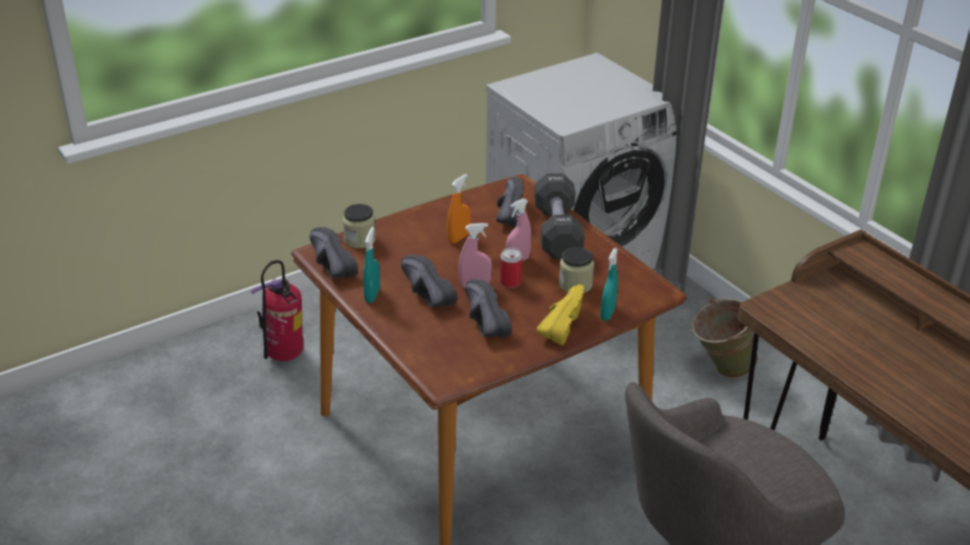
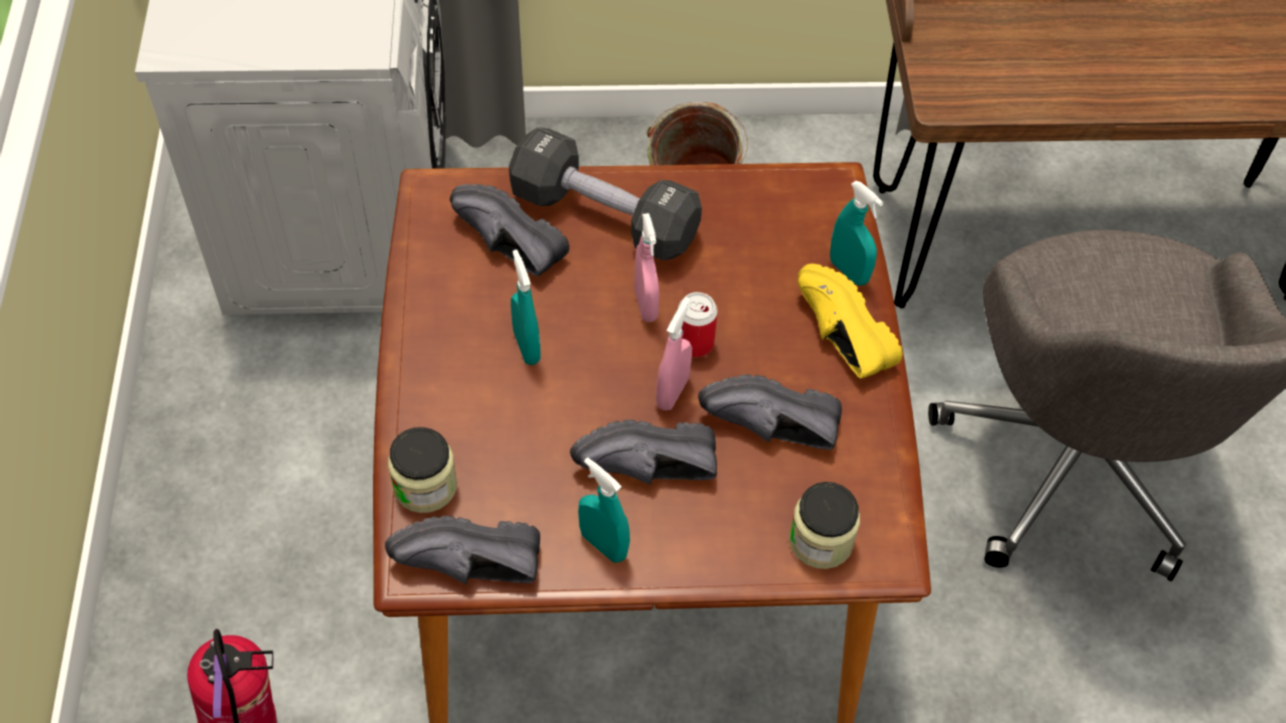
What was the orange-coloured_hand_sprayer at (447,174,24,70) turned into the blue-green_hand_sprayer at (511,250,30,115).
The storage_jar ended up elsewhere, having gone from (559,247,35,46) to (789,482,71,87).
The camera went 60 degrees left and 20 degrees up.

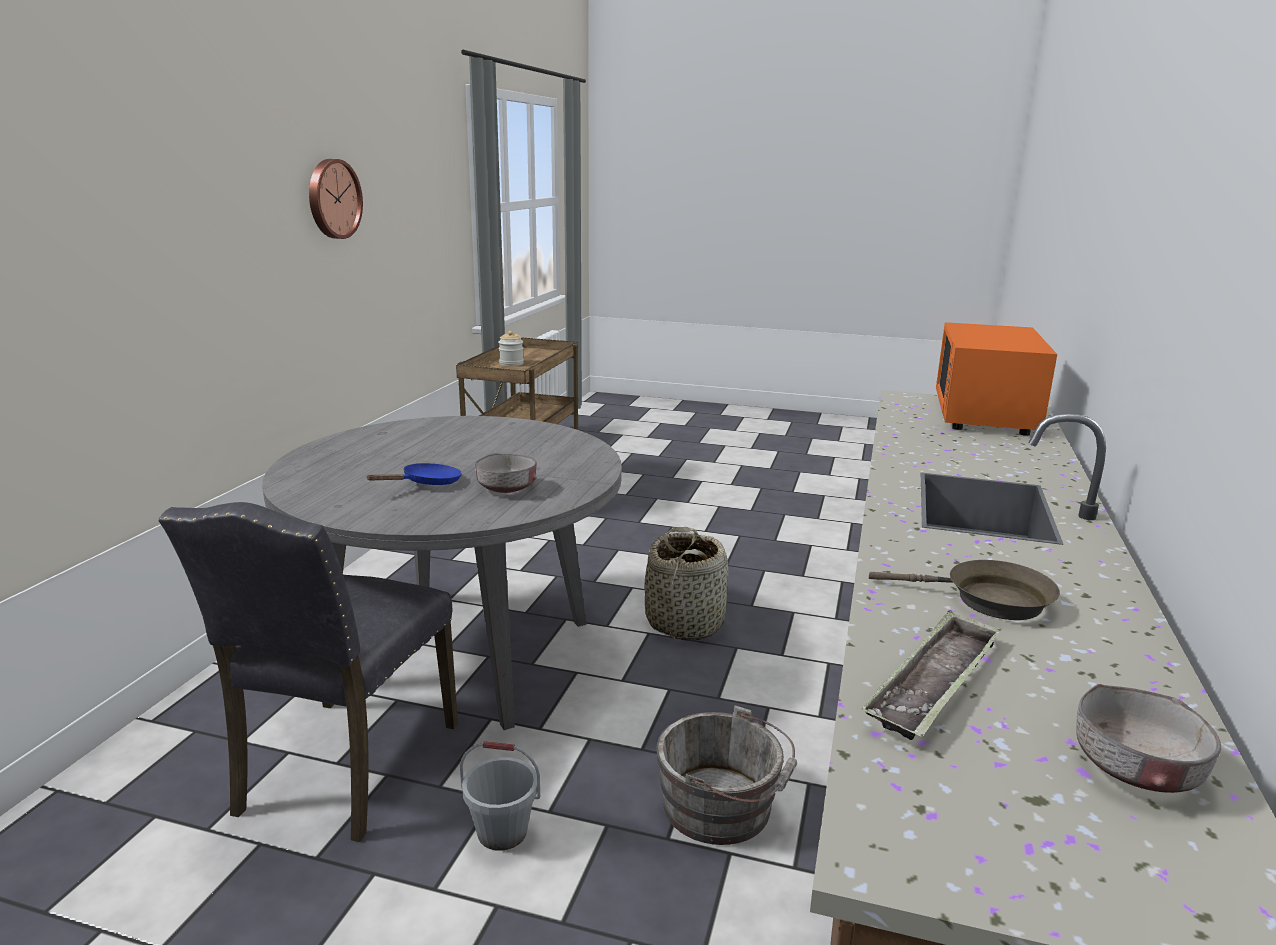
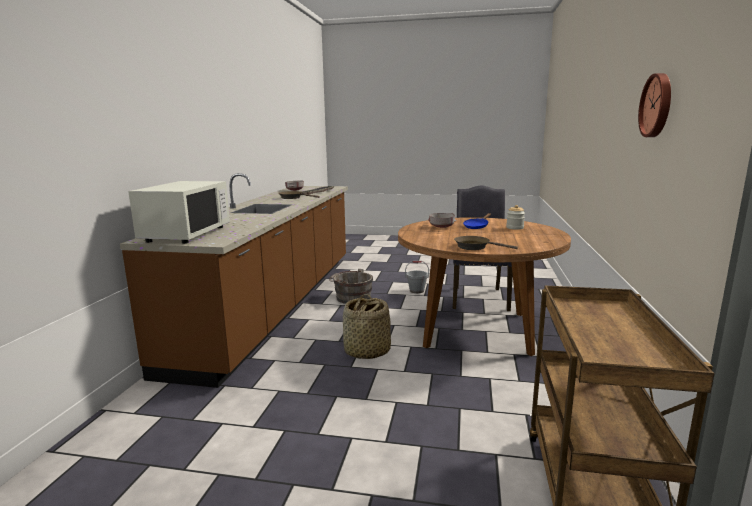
What was the orange-coloured_microwave at (936,322,121,114) turned into the white_microwave at (128,181,102,63).
The storage_jar ended up elsewhere, having gone from (498,331,26,35) to (506,205,19,25).
What was the grey_dining_table at (262,416,360,314) turned into the brown_dining_table at (398,217,173,139).
The second view gained the brown_pan at (454,236,64,14).
The camera went 175 degrees right and 5 degrees down.

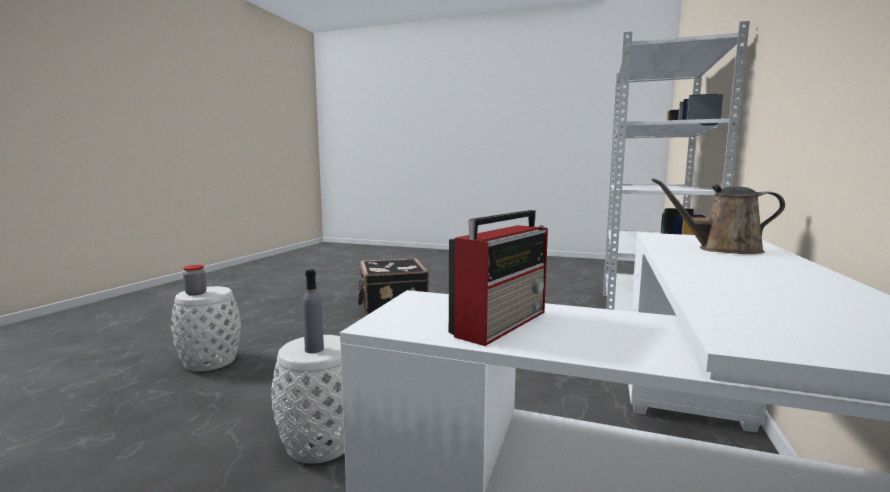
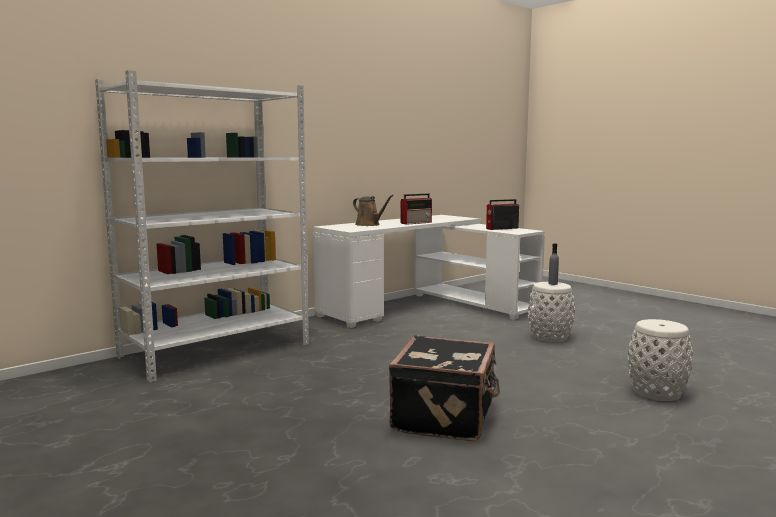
The second view lost the storage_jar at (183,265,24,31).
The second view gained the radio at (401,193,31,32).
The camera went 150 degrees left and 0 degrees up.

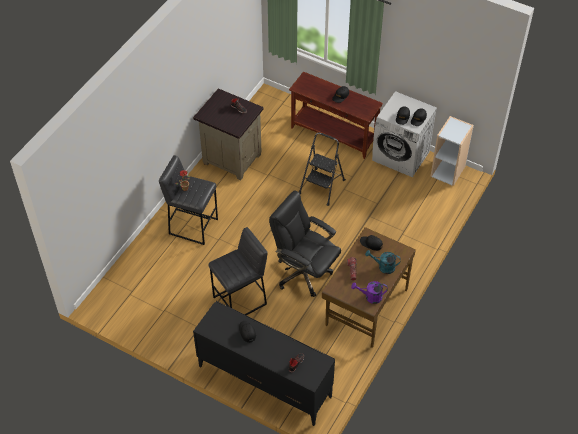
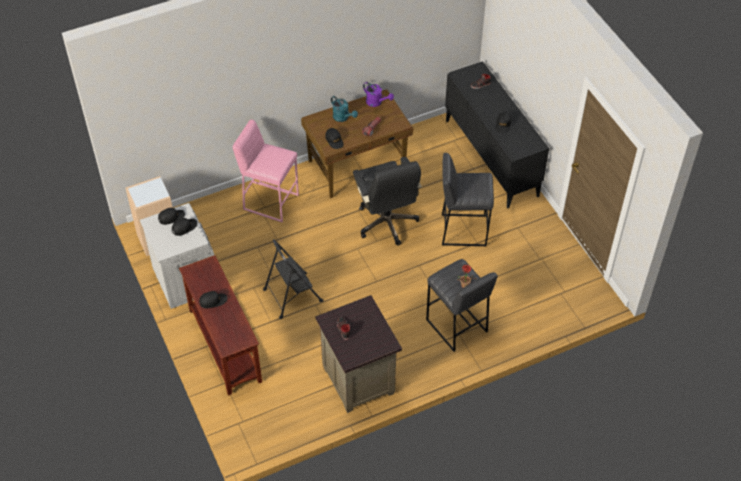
The second view gained the pinkish_stool at (232,119,67,103).
The camera went 145 degrees left and 0 degrees up.

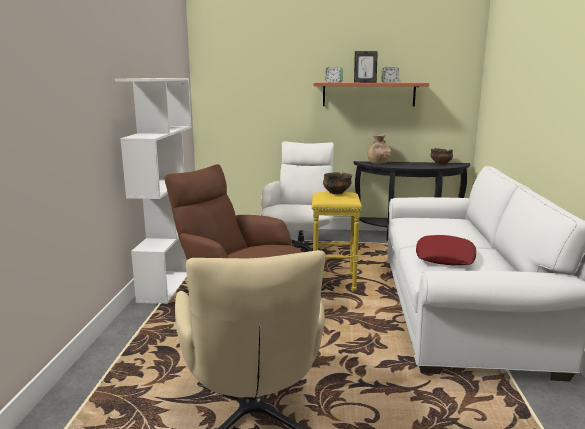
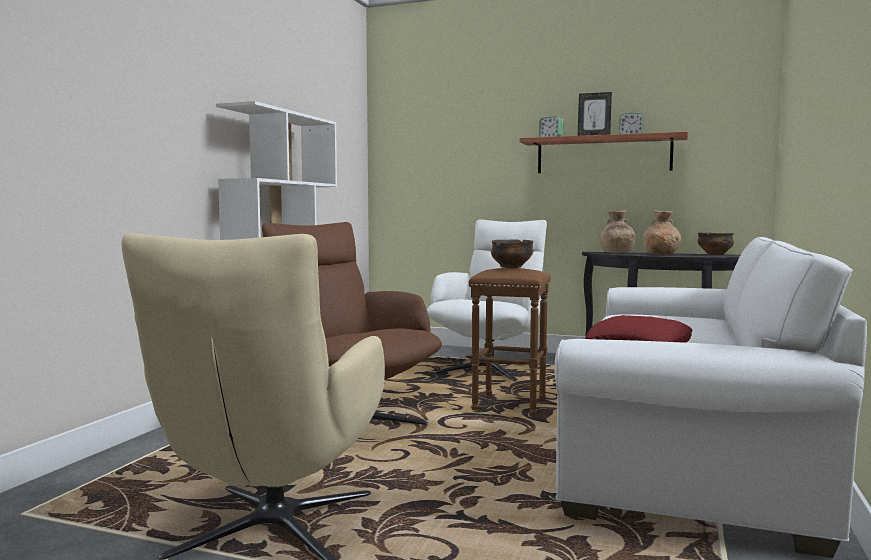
What was the yellowish_stool at (312,192,50,99) turned into the brown_stool at (469,268,82,148).
The second view gained the brown_flower_vase at (642,210,39,45).
The camera went 15 degrees right and 10 degrees down.

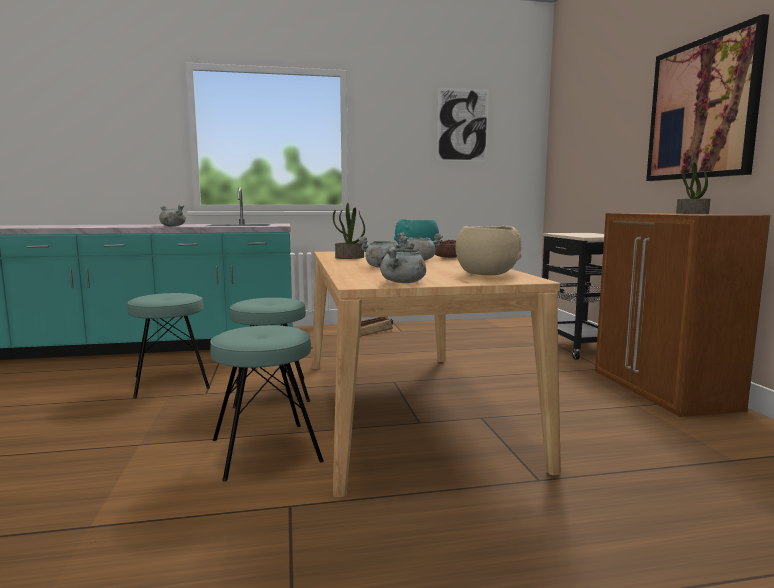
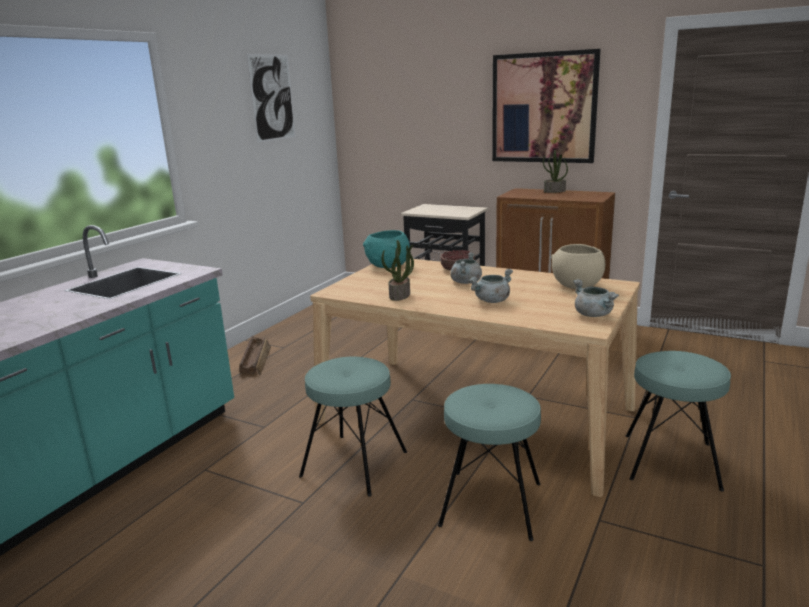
The second view lost the grey_cooking_pot at (159,205,27,21).
The blue-green_stool ended up elsewhere, having gone from (128,293,82,105) to (626,351,105,140).
The camera went 50 degrees left and 10 degrees up.

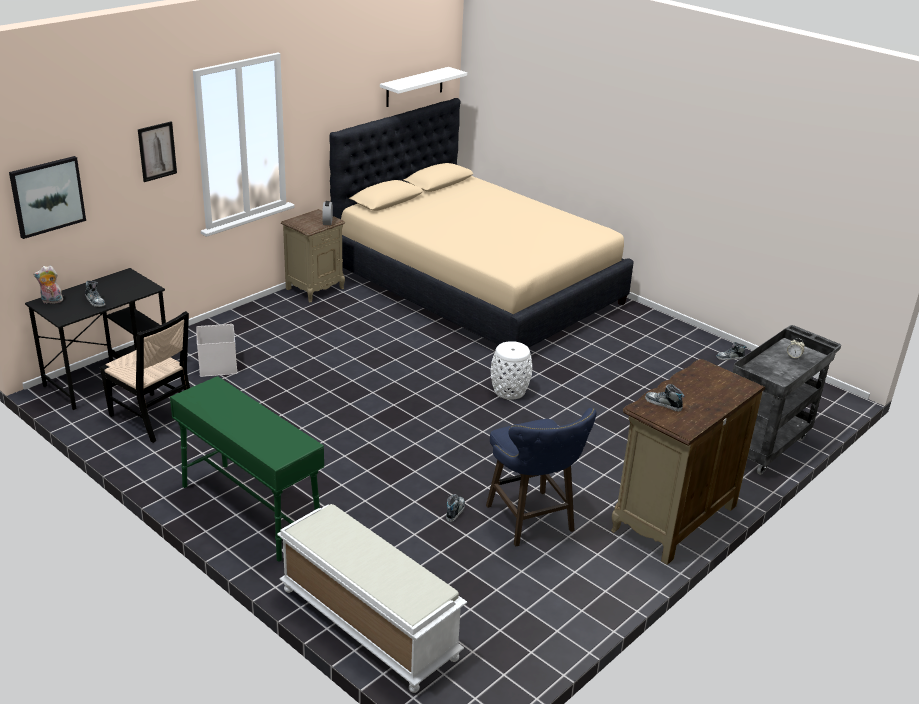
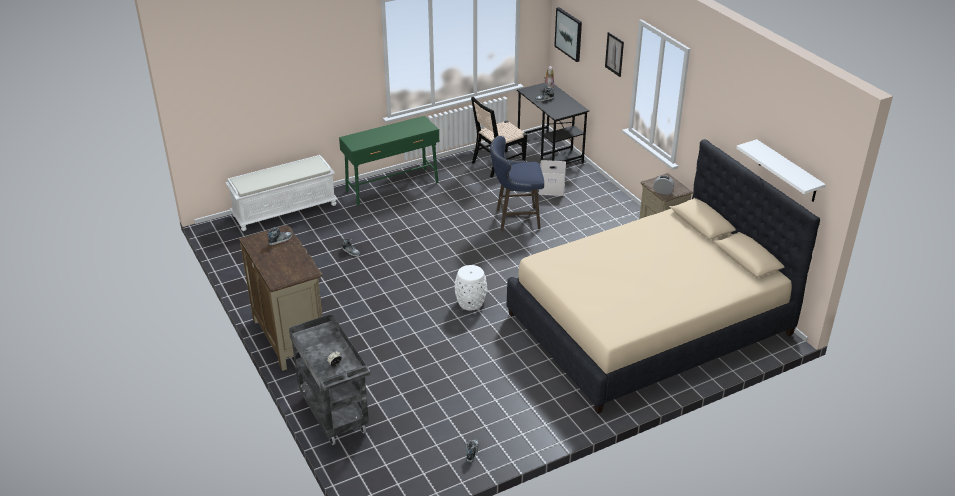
The blue_stool ended up elsewhere, having gone from (486,408,111,139) to (490,136,54,95).
The camera went 110 degrees right and 5 degrees up.

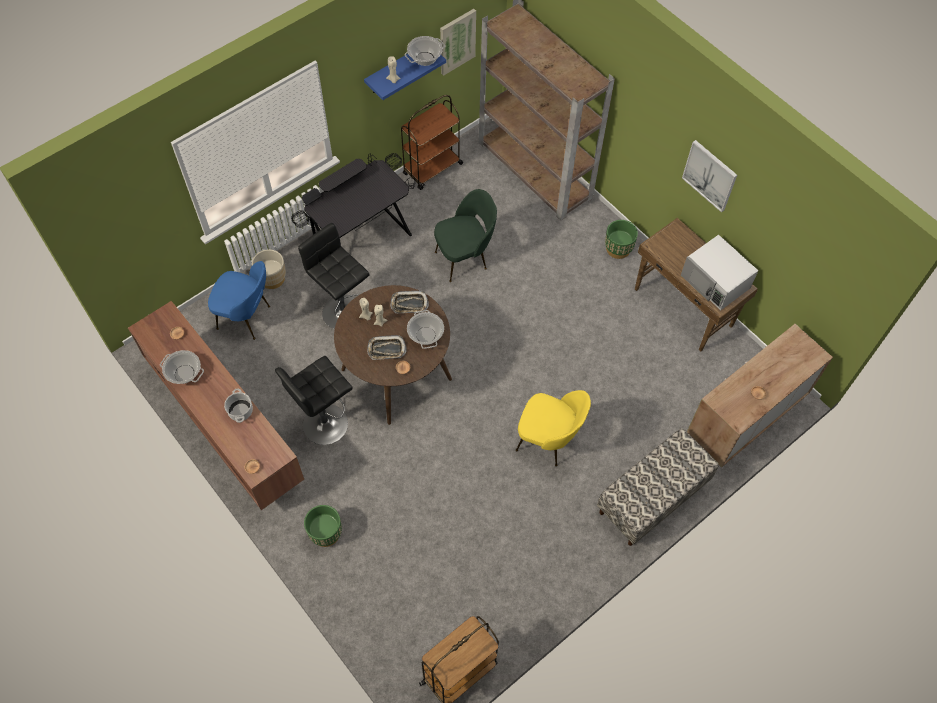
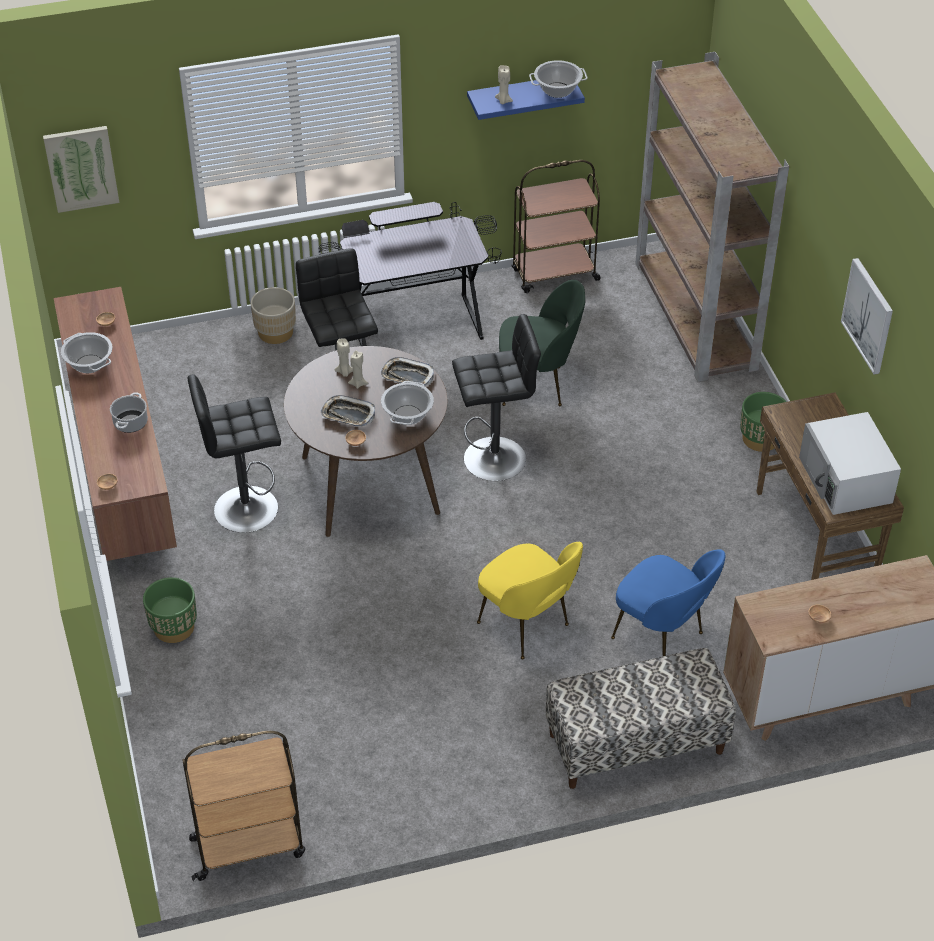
The picture ended up elsewhere, having gone from (440,9,36,67) to (43,126,76,87).
The blue_upright_chair ended up elsewhere, having gone from (208,261,62,79) to (611,549,114,107).
The second view gained the black-coloured_stool at (452,314,89,167).
The camera went 25 degrees right and 15 degrees down.

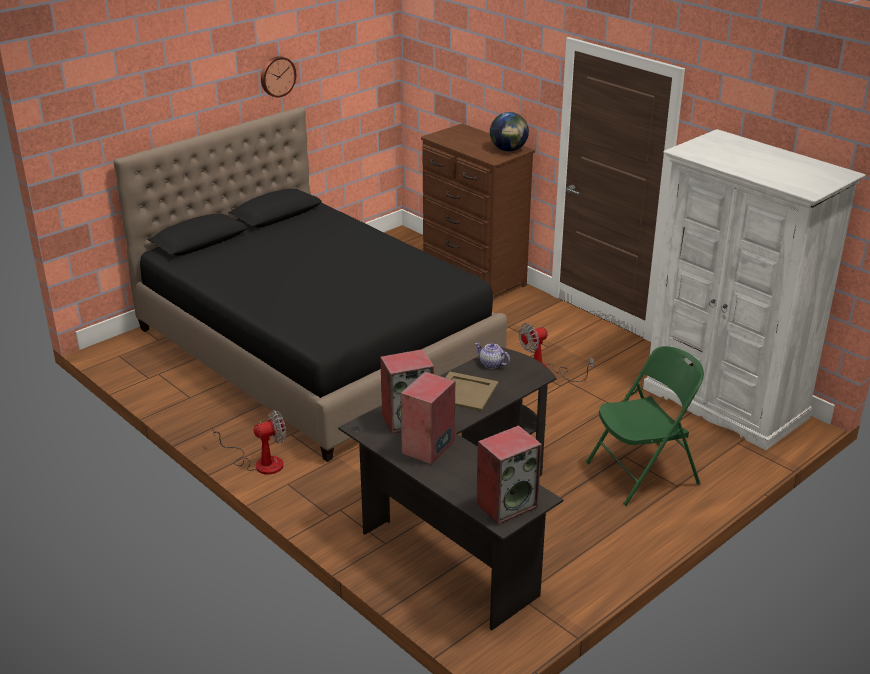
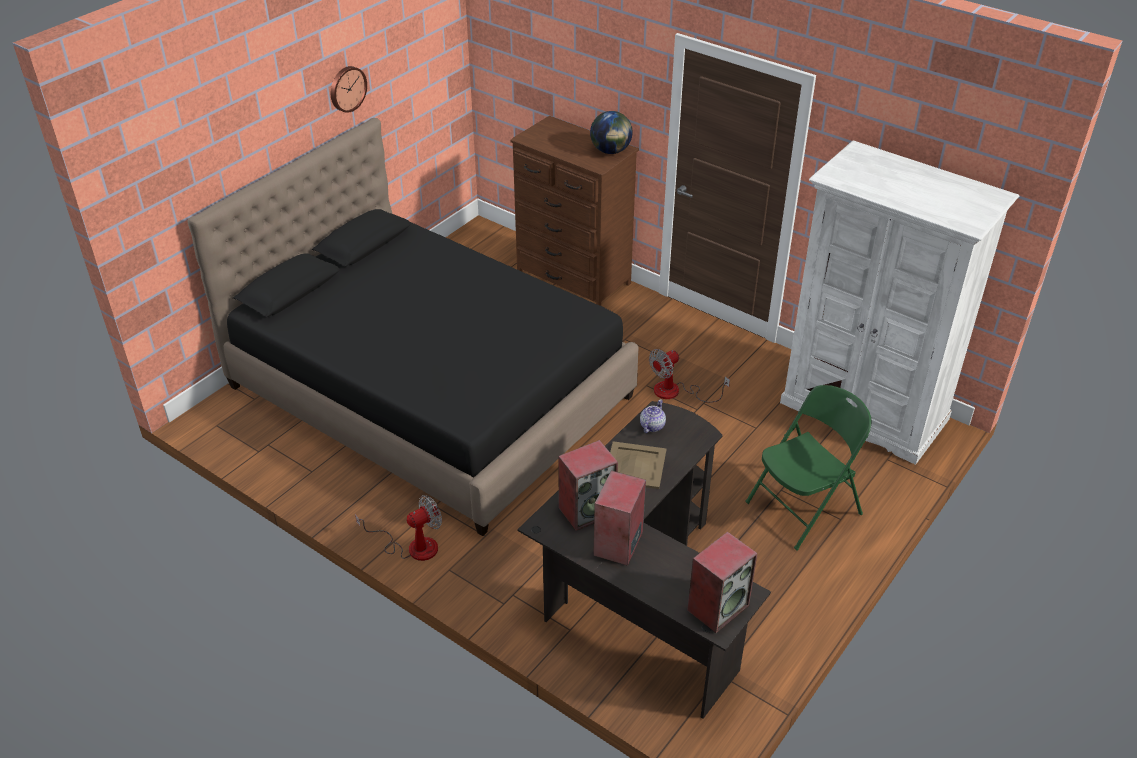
The pot_for_tea at (475,343,35,26) ended up facing another way, 90 degrees clockwise from before.
The camera went 10 degrees left and 10 degrees up.

